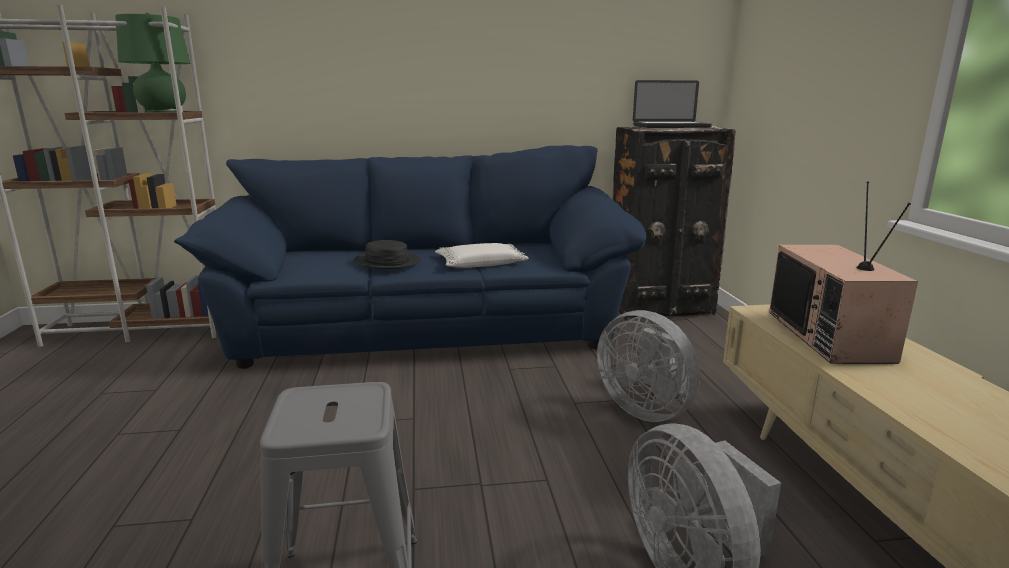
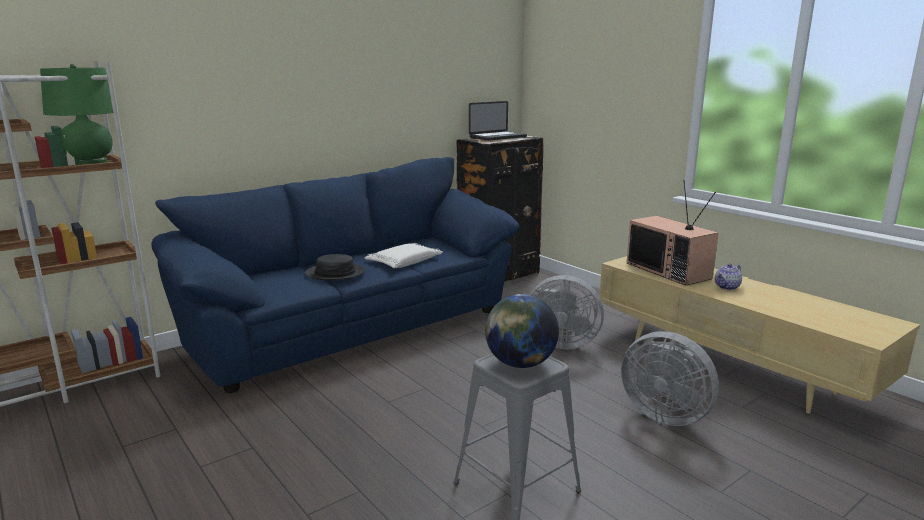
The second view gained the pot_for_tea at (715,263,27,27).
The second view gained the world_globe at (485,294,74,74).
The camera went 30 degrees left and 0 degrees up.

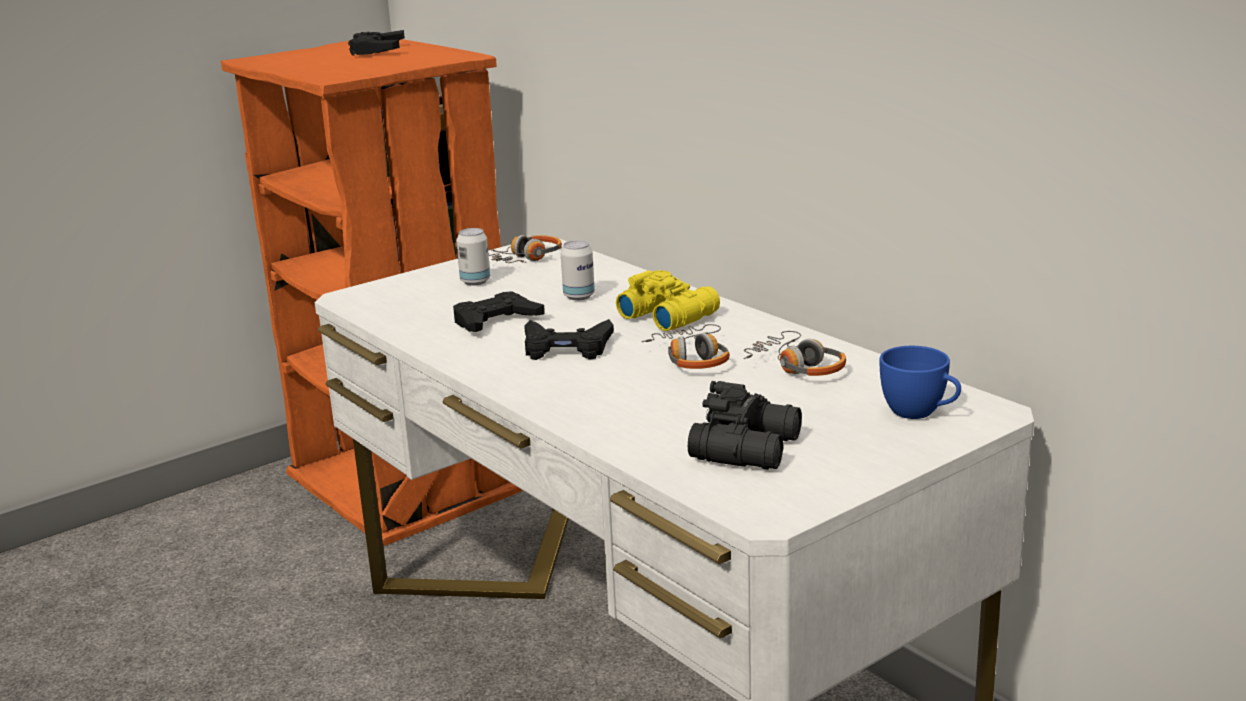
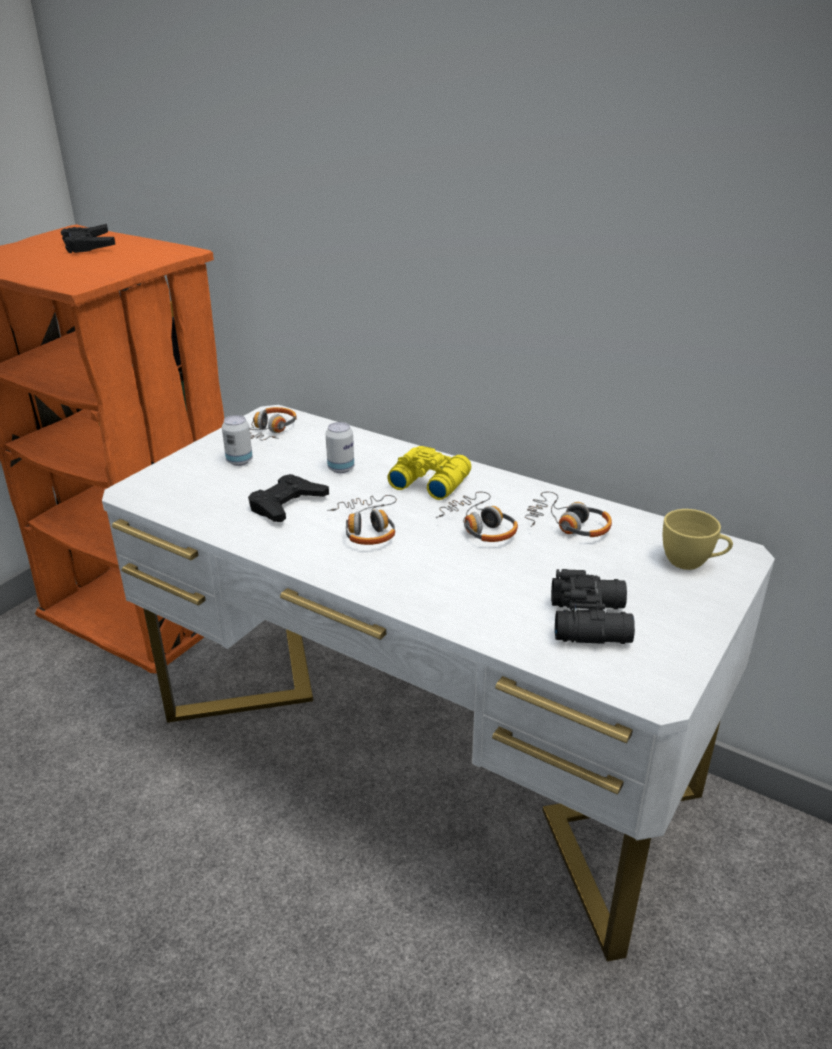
Where the black-coloured_gamepad stood at (524,319,90,41), the pair_of_headphones came to stand at (327,495,70,50).
What was the blue_cup at (880,346,81,73) turned into the yellowish_cup at (663,509,70,61).
The camera went 20 degrees left and 10 degrees up.

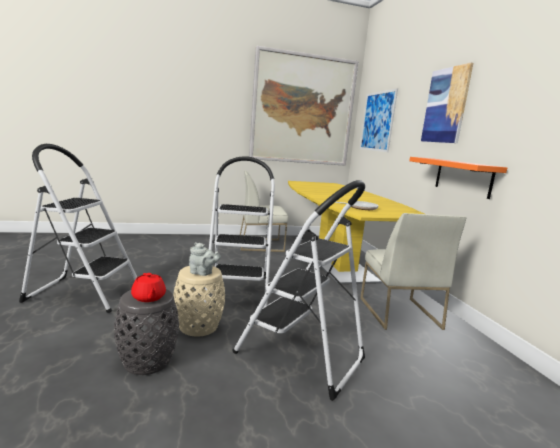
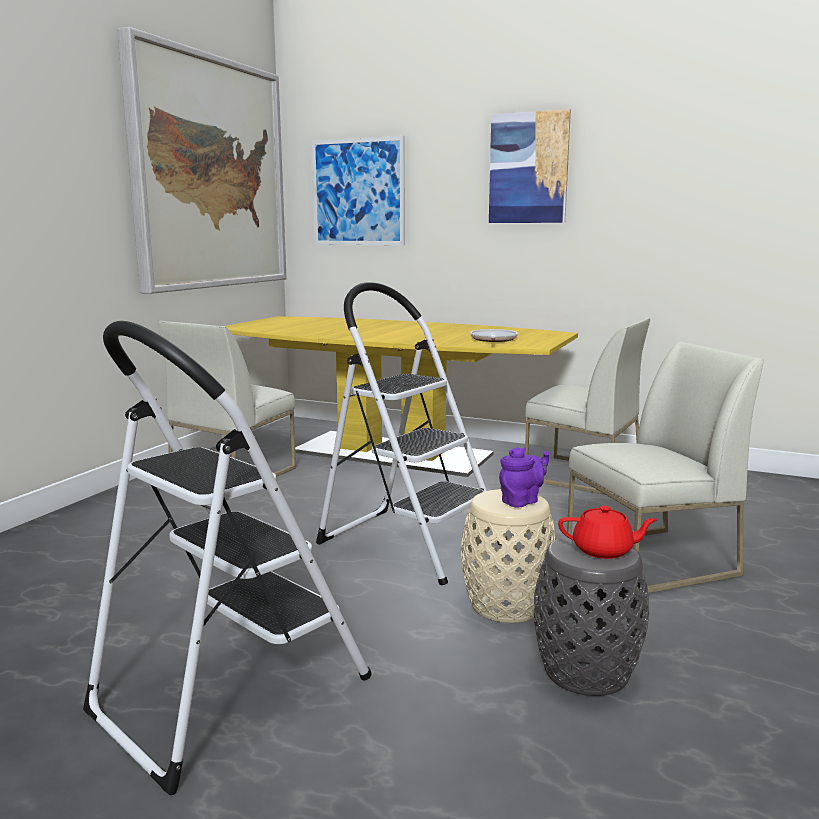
The second view lost the orange-coloured_wall_shelf at (409,157,98,42).
Where the step_ladder stood at (232,180,133,221), the white_upright_chair came to stand at (567,342,197,251).
What was the grey_pot_for_tea at (189,242,32,34) turned into the purple-coloured_pot_for_tea at (499,447,50,60).
The camera went 50 degrees left and 0 degrees up.

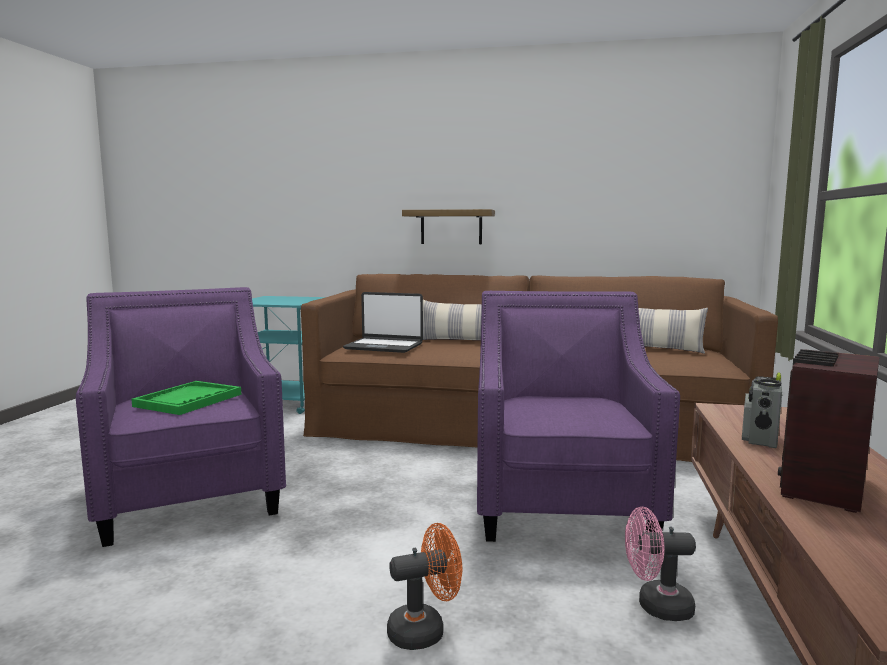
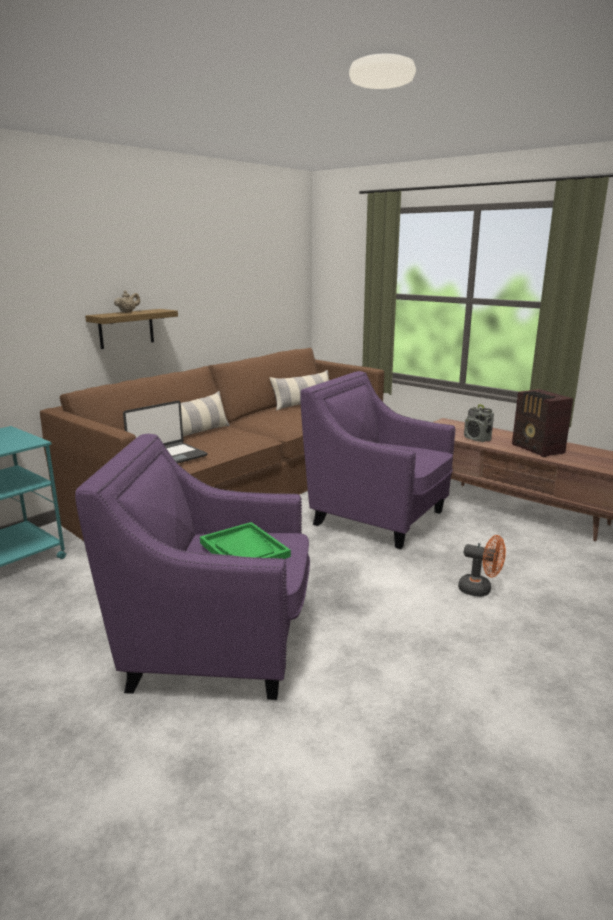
The second view lost the pinkish_electric_fan at (625,507,71,114).
The orange-coloured_electric_fan at (387,523,75,127) ended up facing another way, 105 degrees clockwise from before.
The second view gained the beige-coloured_pot_for_tea at (114,291,26,22).
The camera went 60 degrees left and 10 degrees up.

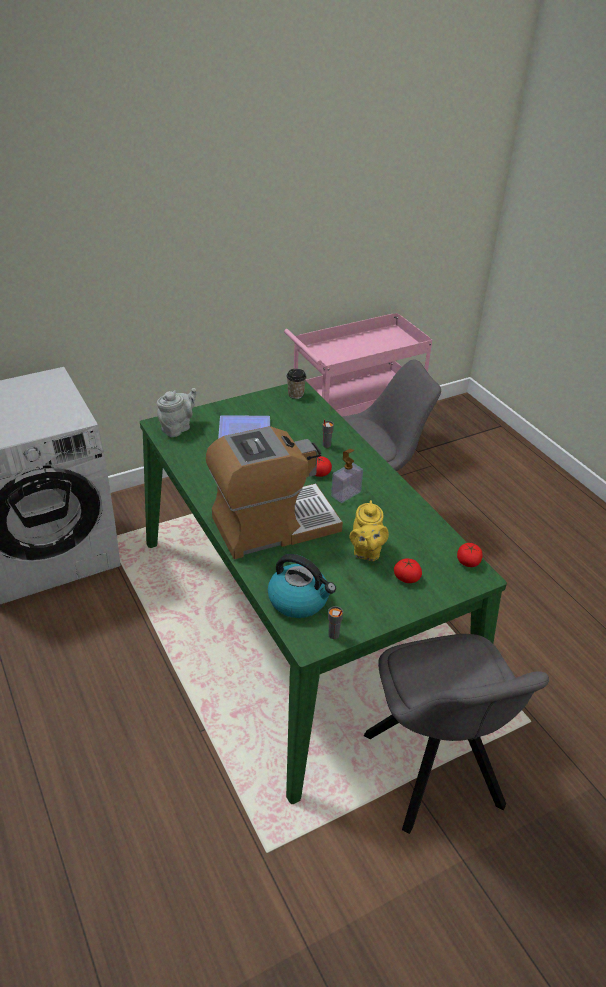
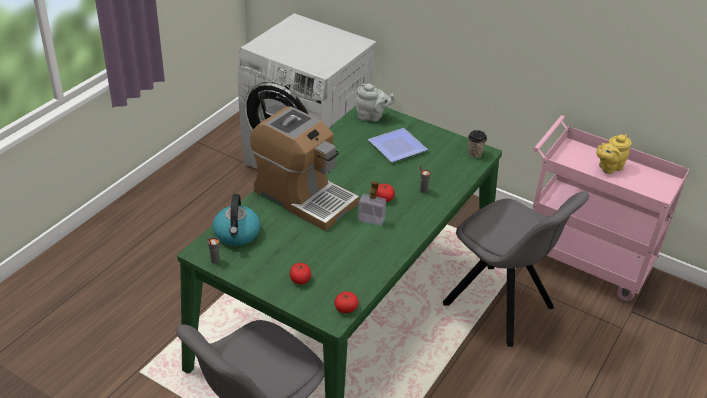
The yellowish_pot_for_tea ended up elsewhere, having gone from (350,500,39,61) to (596,134,36,40).
The camera went 60 degrees right and 0 degrees up.

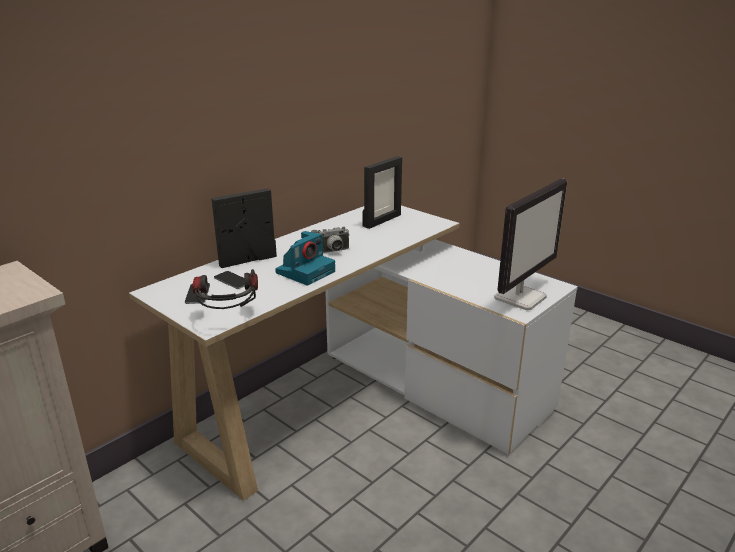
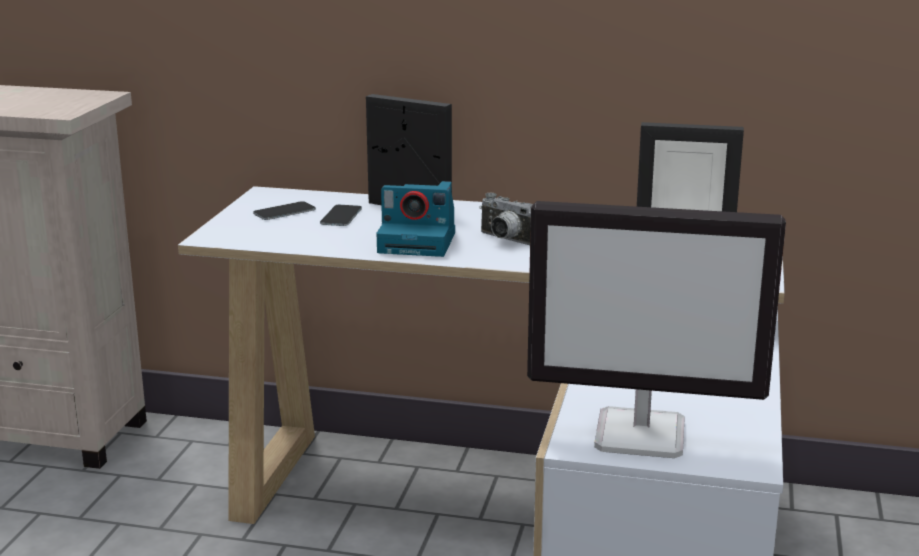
The second view lost the pair_of_headphones at (192,269,66,40).
The camera went 60 degrees right and 5 degrees down.

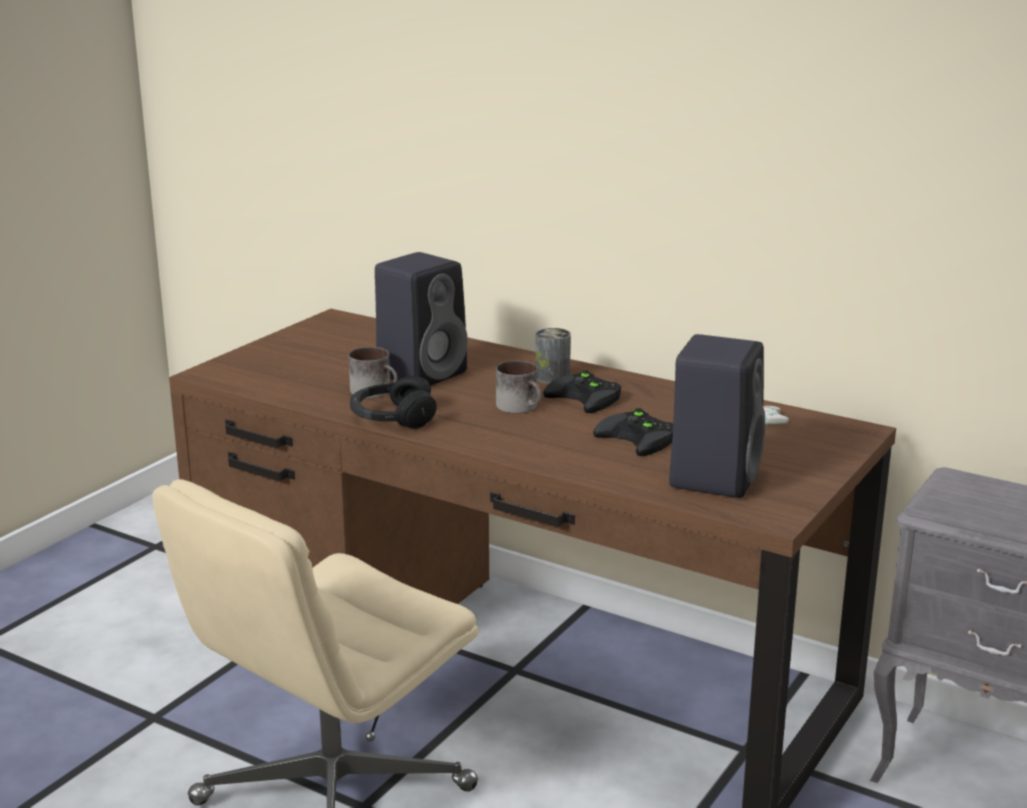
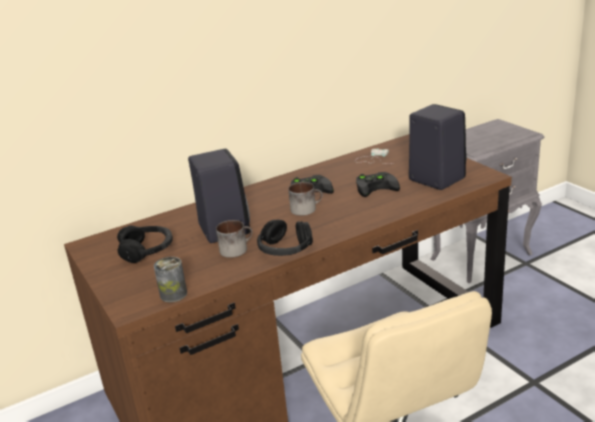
The metal_can ended up elsewhere, having gone from (535,328,36,56) to (154,257,33,46).
The second view gained the black-coloured_pair_of_headphones at (117,225,56,38).
The camera went 60 degrees left and 5 degrees up.

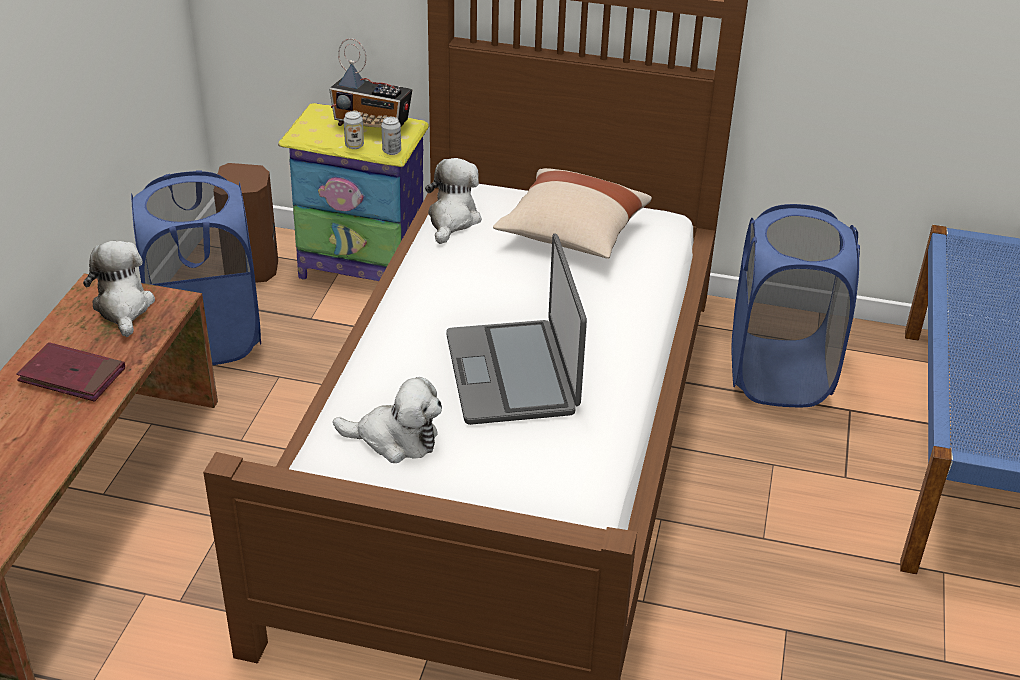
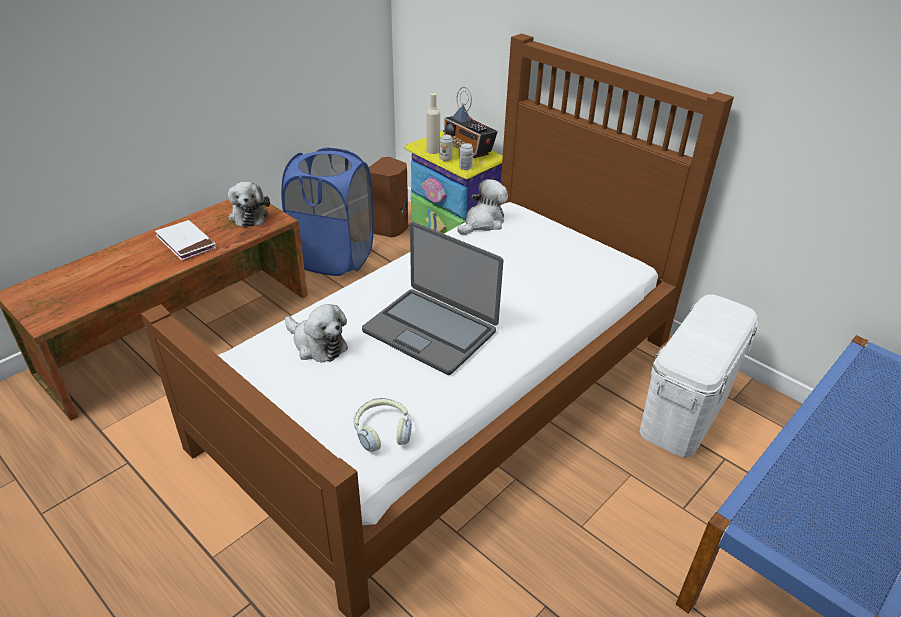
The second view lost the beige-coloured_pillow at (493,168,159,91).
Where the blue_hamper stood at (731,204,129,203), the white_storage_box came to stand at (640,294,118,163).
The notebook_computer at (446,233,141,192) ended up facing another way, 75 degrees counterclockwise from before.
The soft_toy at (83,241,72,96) ended up facing another way, 150 degrees clockwise from before.
What was the reddish_bound_book at (16,342,109,60) turned into the white_bound_book at (155,220,61,40).
The second view gained the beige-coloured_drink_bottle at (426,93,14,61).
The second view gained the pair_of_headphones at (353,398,59,54).
The camera went 30 degrees right and 0 degrees up.

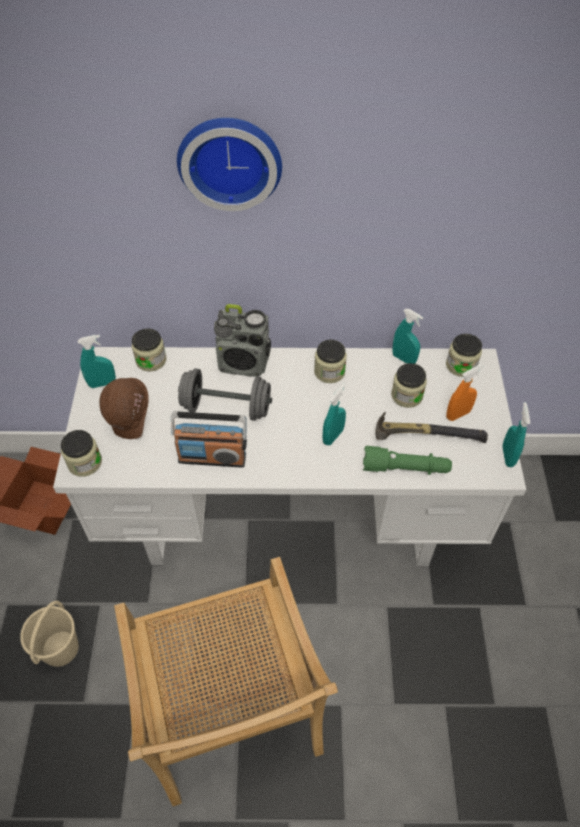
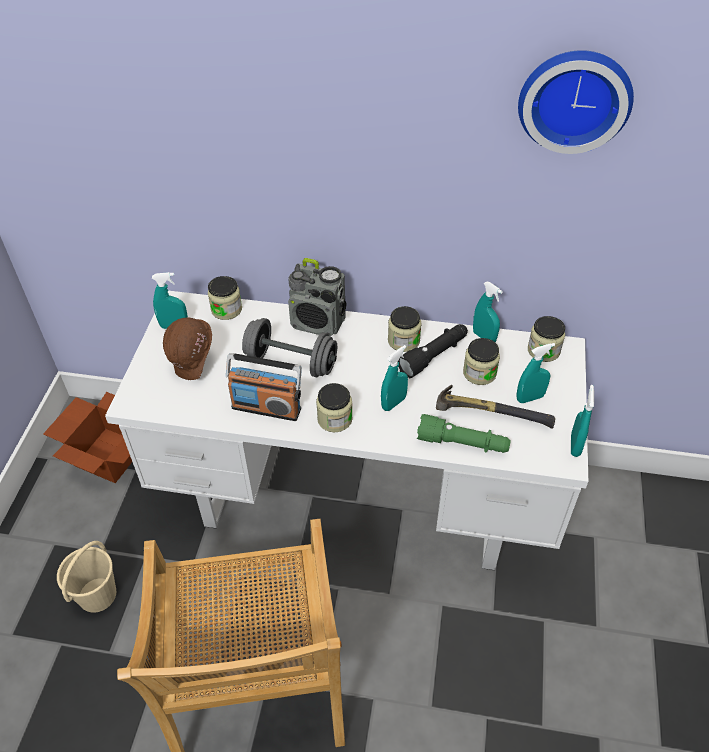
The wall_clock ended up elsewhere, having gone from (177,118,105,93) to (518,50,116,104).
What was the orange-coloured_hand_sprayer at (446,364,37,57) turned into the blue-green_hand_sprayer at (517,343,38,60).
The storage_jar ended up elsewhere, having gone from (61,430,41,47) to (316,383,37,49).
The second view gained the black-coloured_hand_torch at (398,324,70,55).
The camera went 10 degrees right and 5 degrees down.

